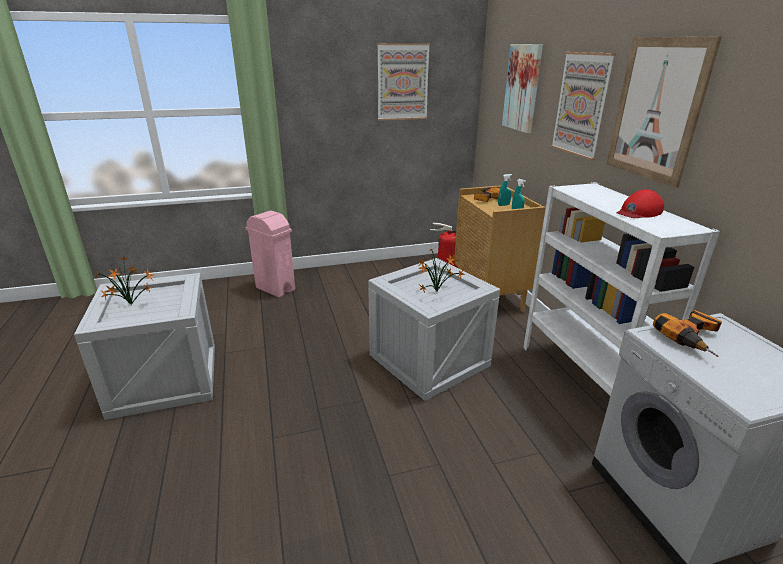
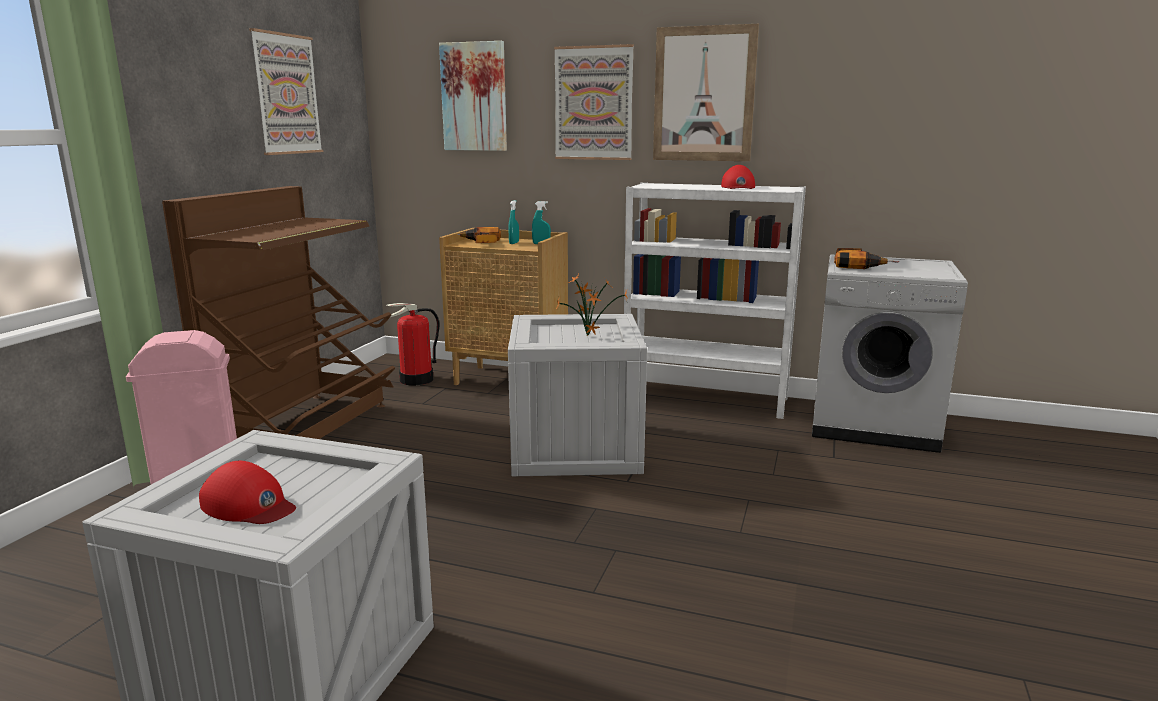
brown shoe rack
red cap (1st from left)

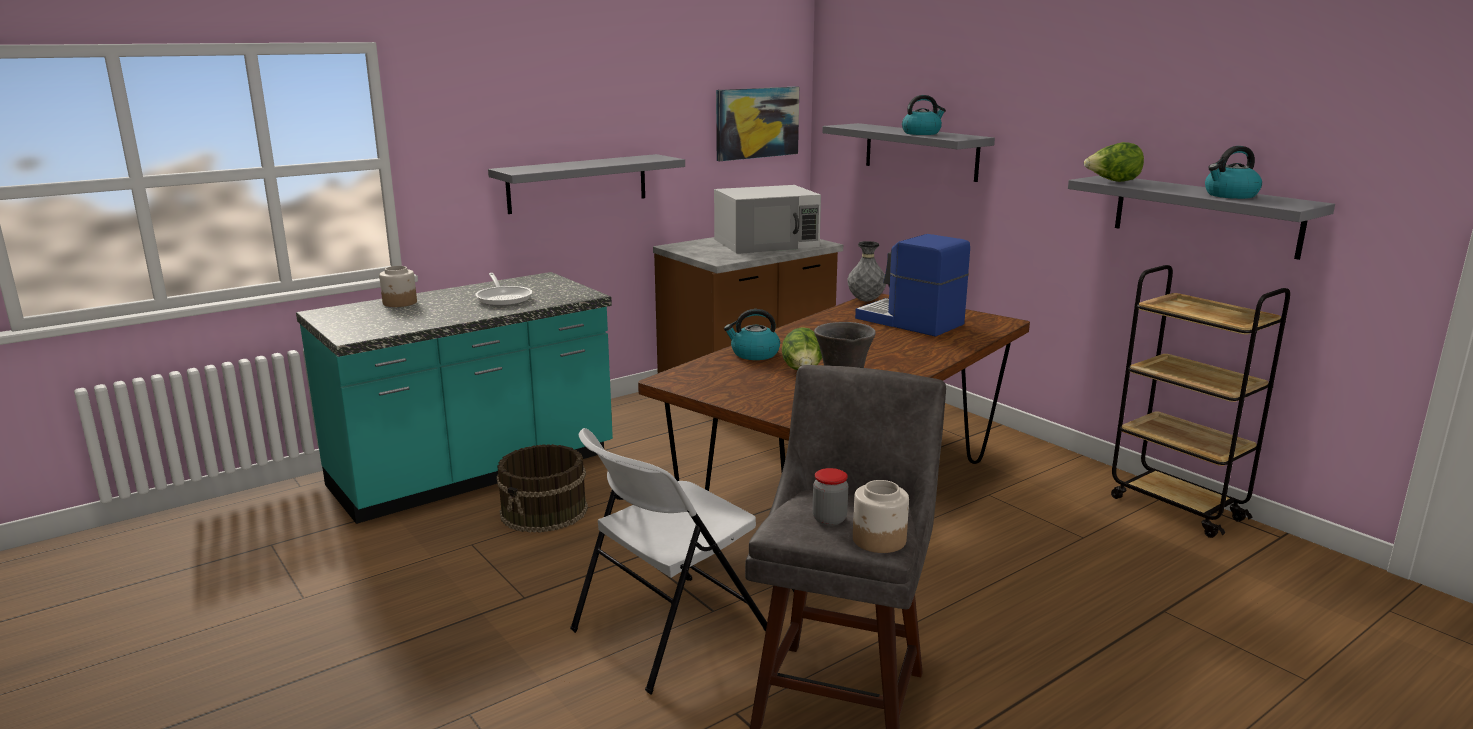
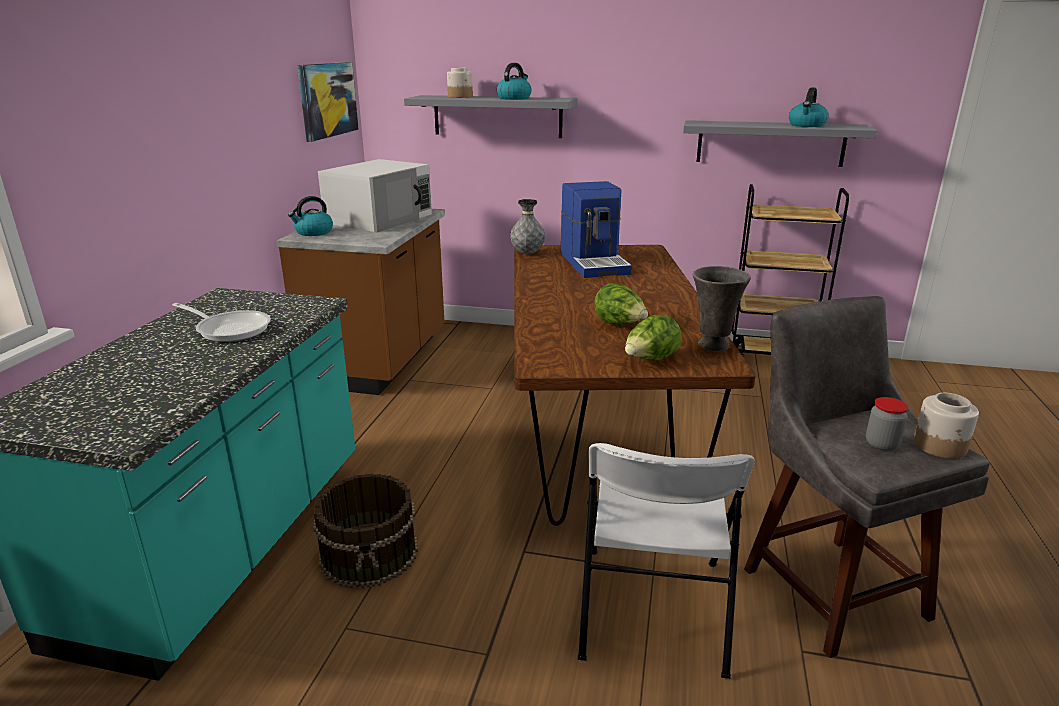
grey shelf (1st from left in the first image)
jar (1st from left)
kettle (1st from left)
lettuce (2nd from left)
coffee machine

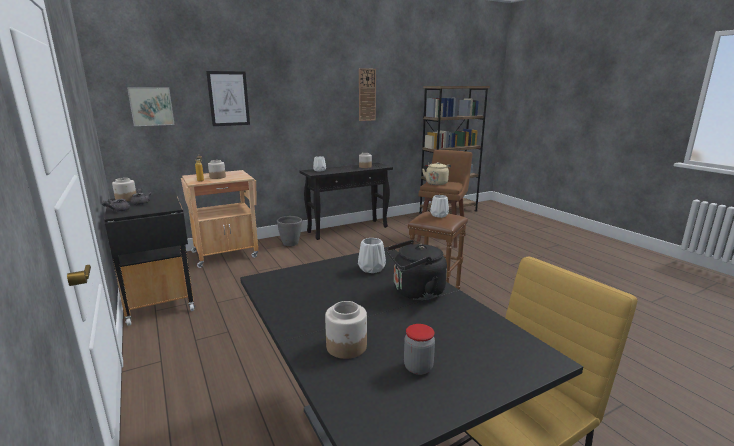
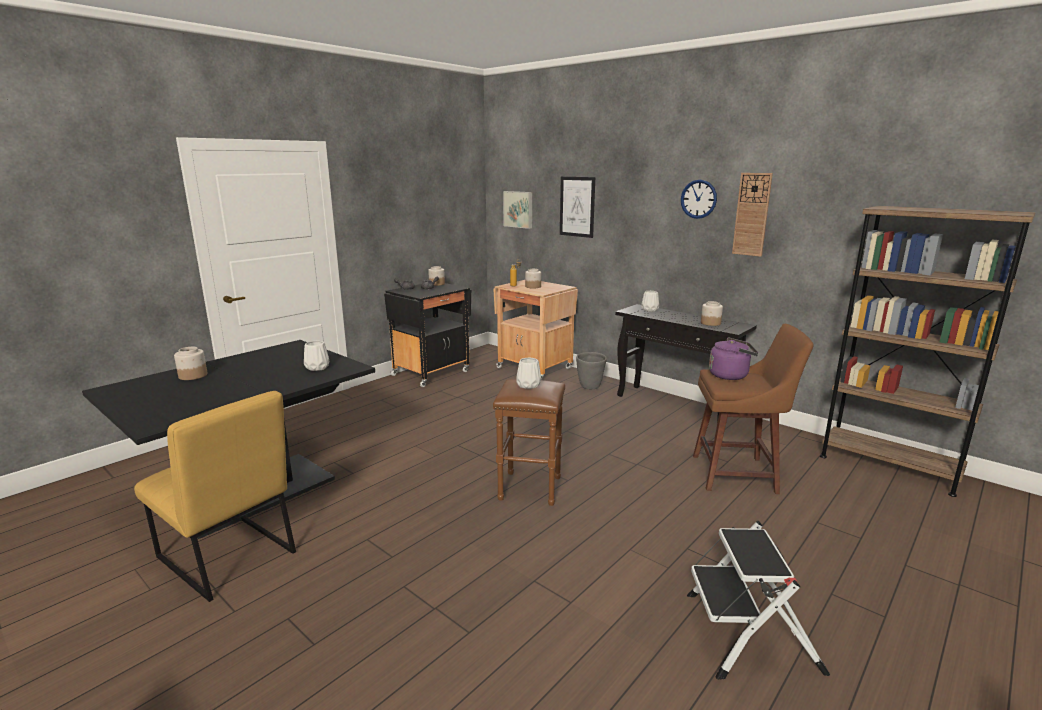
black kettle
jar (5th from left in the first image)
wall clock (1st from left)
step ladder
purple kettle

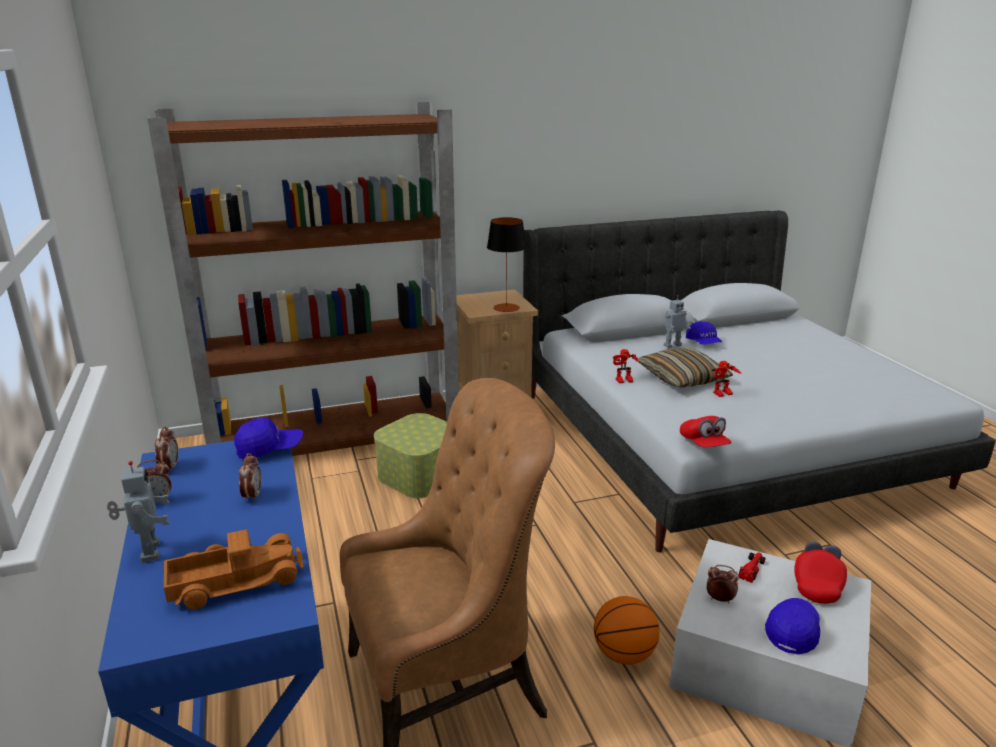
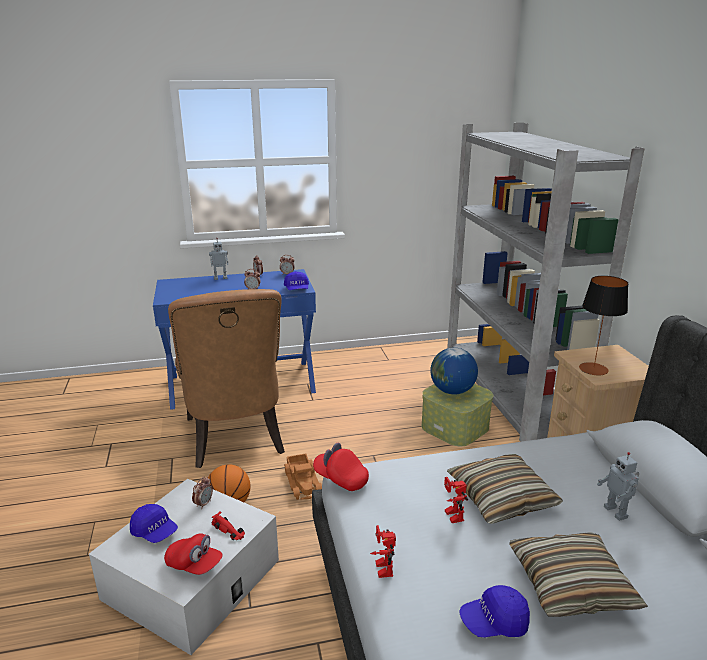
globe
pillow (2nd from left)
toy truck
toy robot (2nd from left)
blue cap (3rd from left)
grey bookcase
red cap (2nd from left)

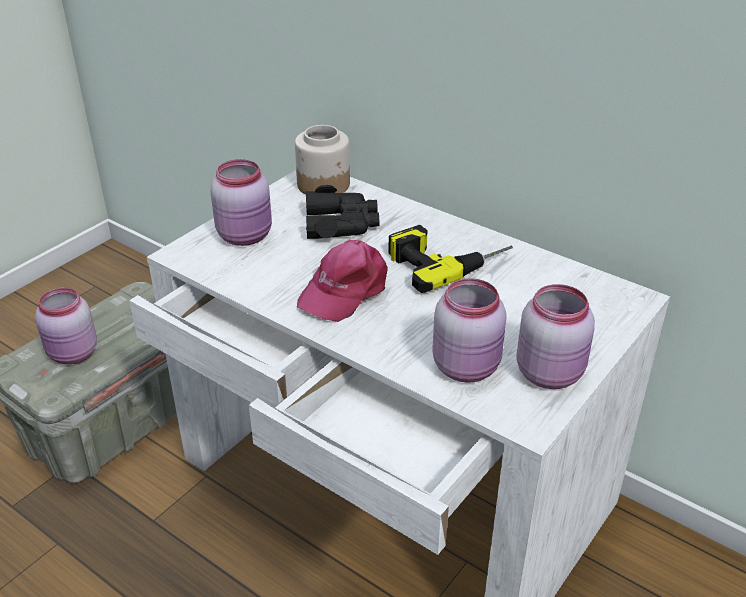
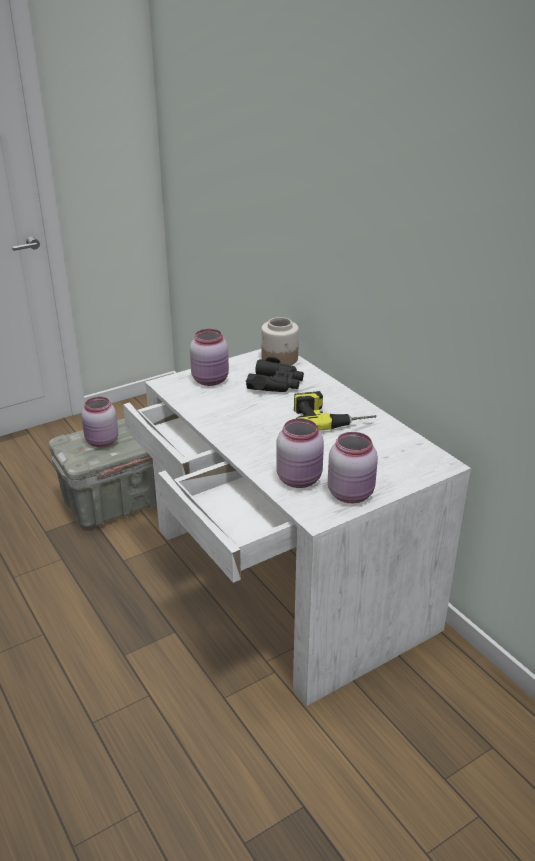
pink cap

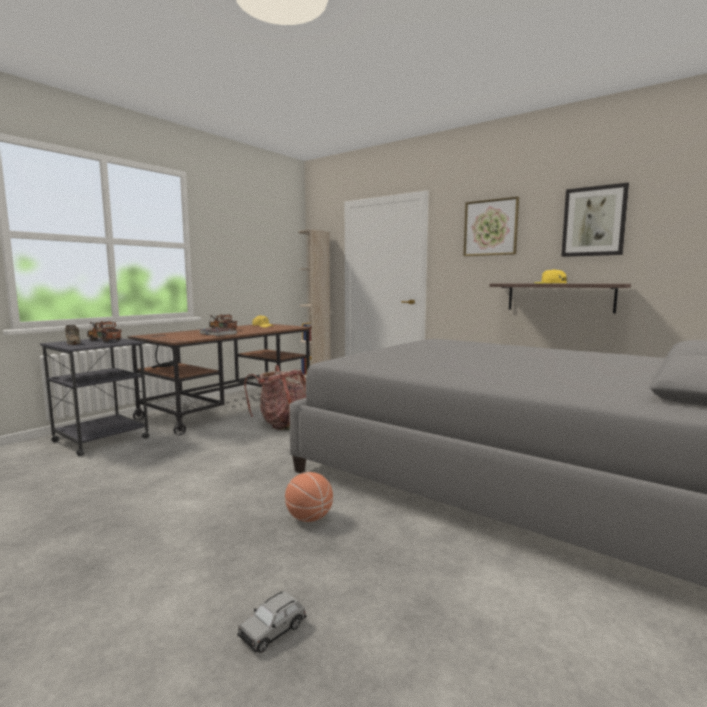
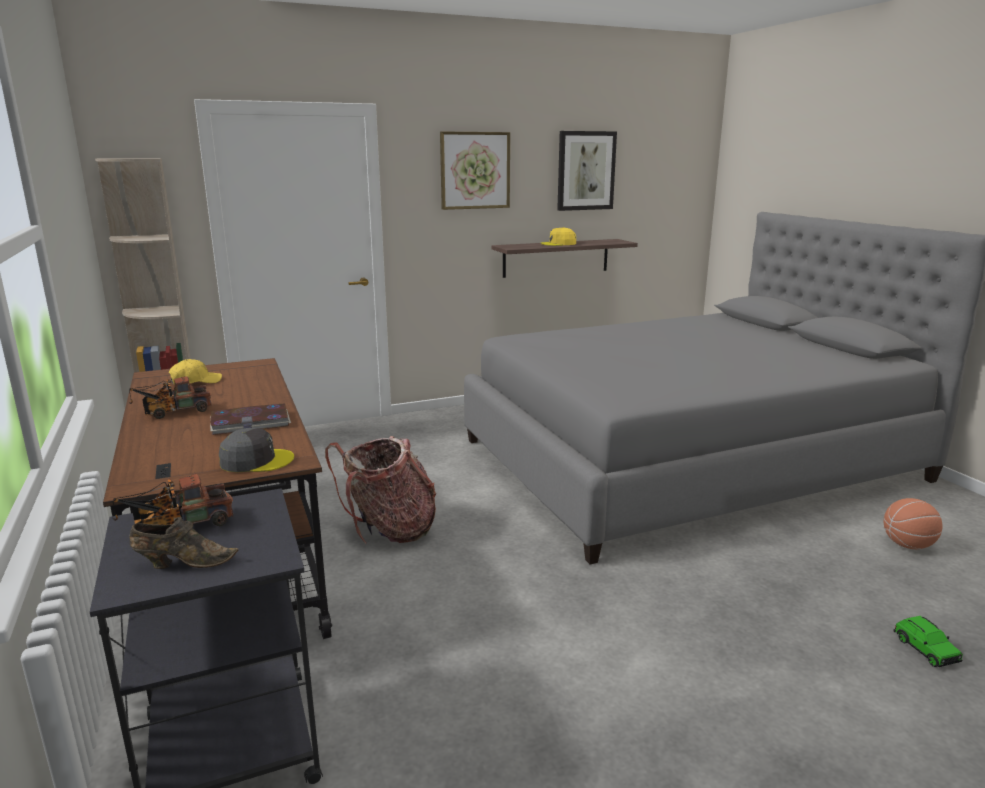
grey cap
basketball
green toy car

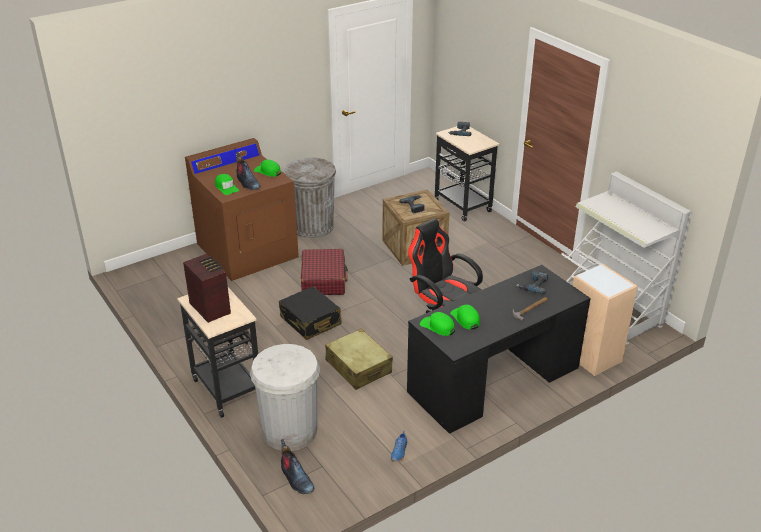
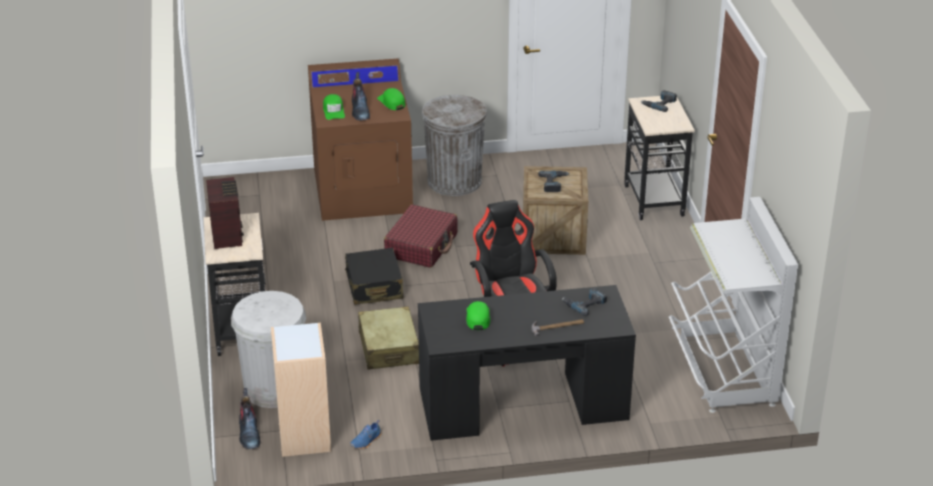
green cap (3rd from left in the first image)
bookcase

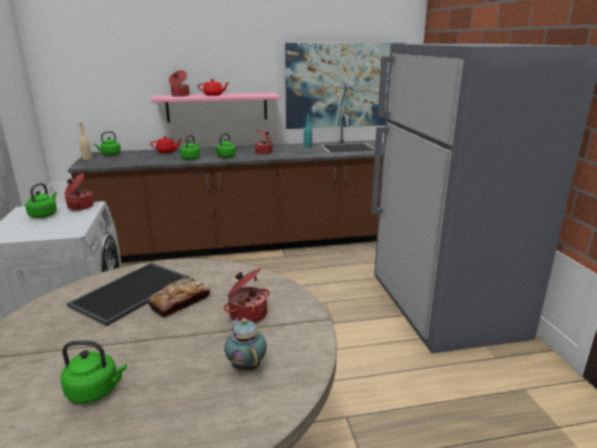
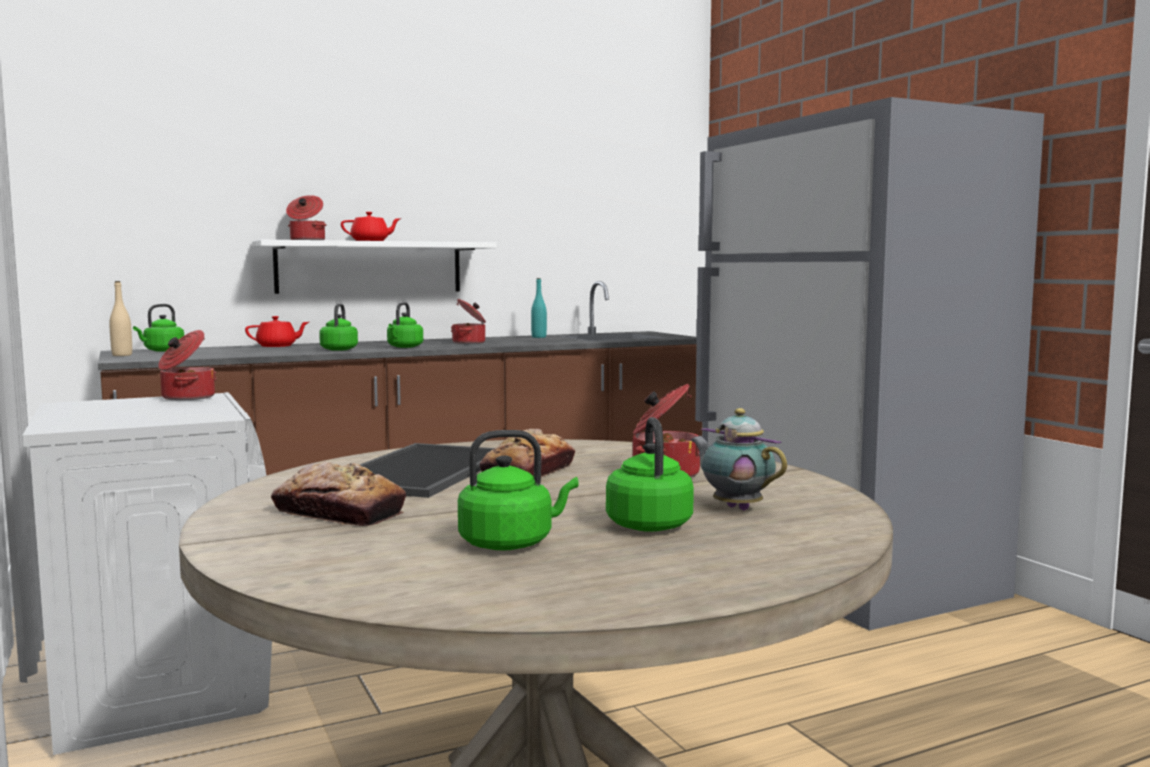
picture
bread (1st from left)
green kettle (5th from left)
white shelf

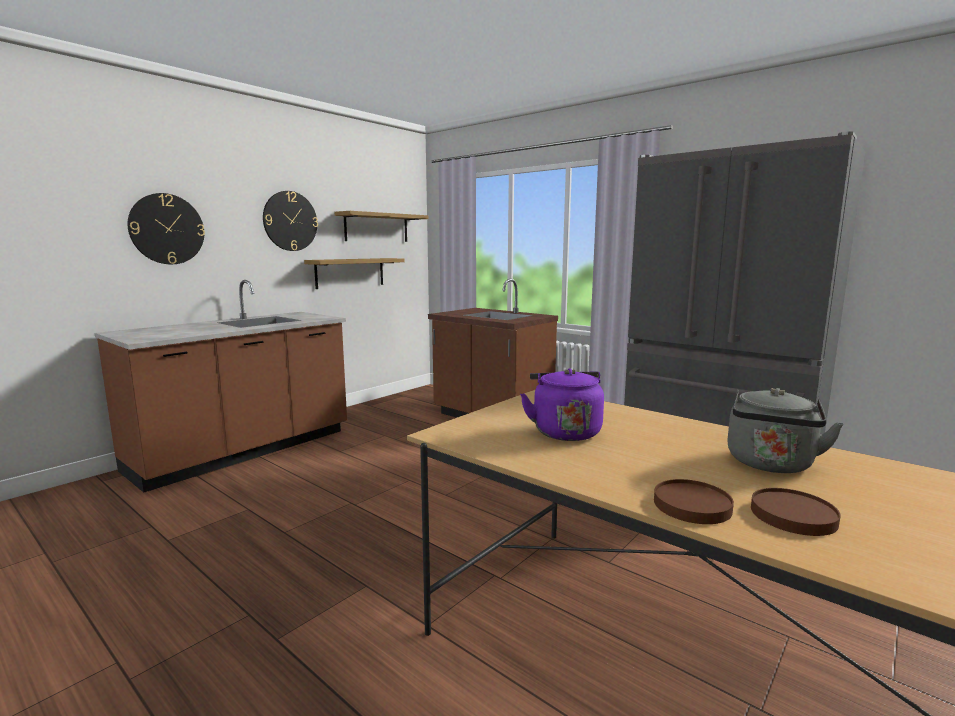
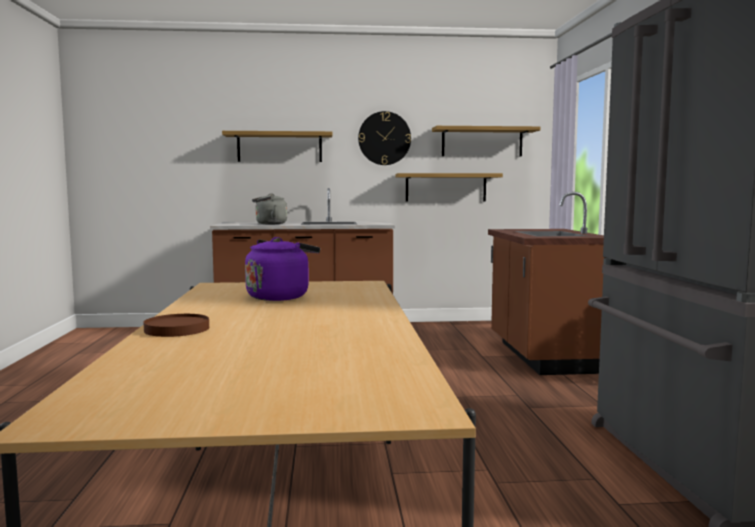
brown plate (2nd from left in the first image)
grey kettle
shelf (1st from left)

